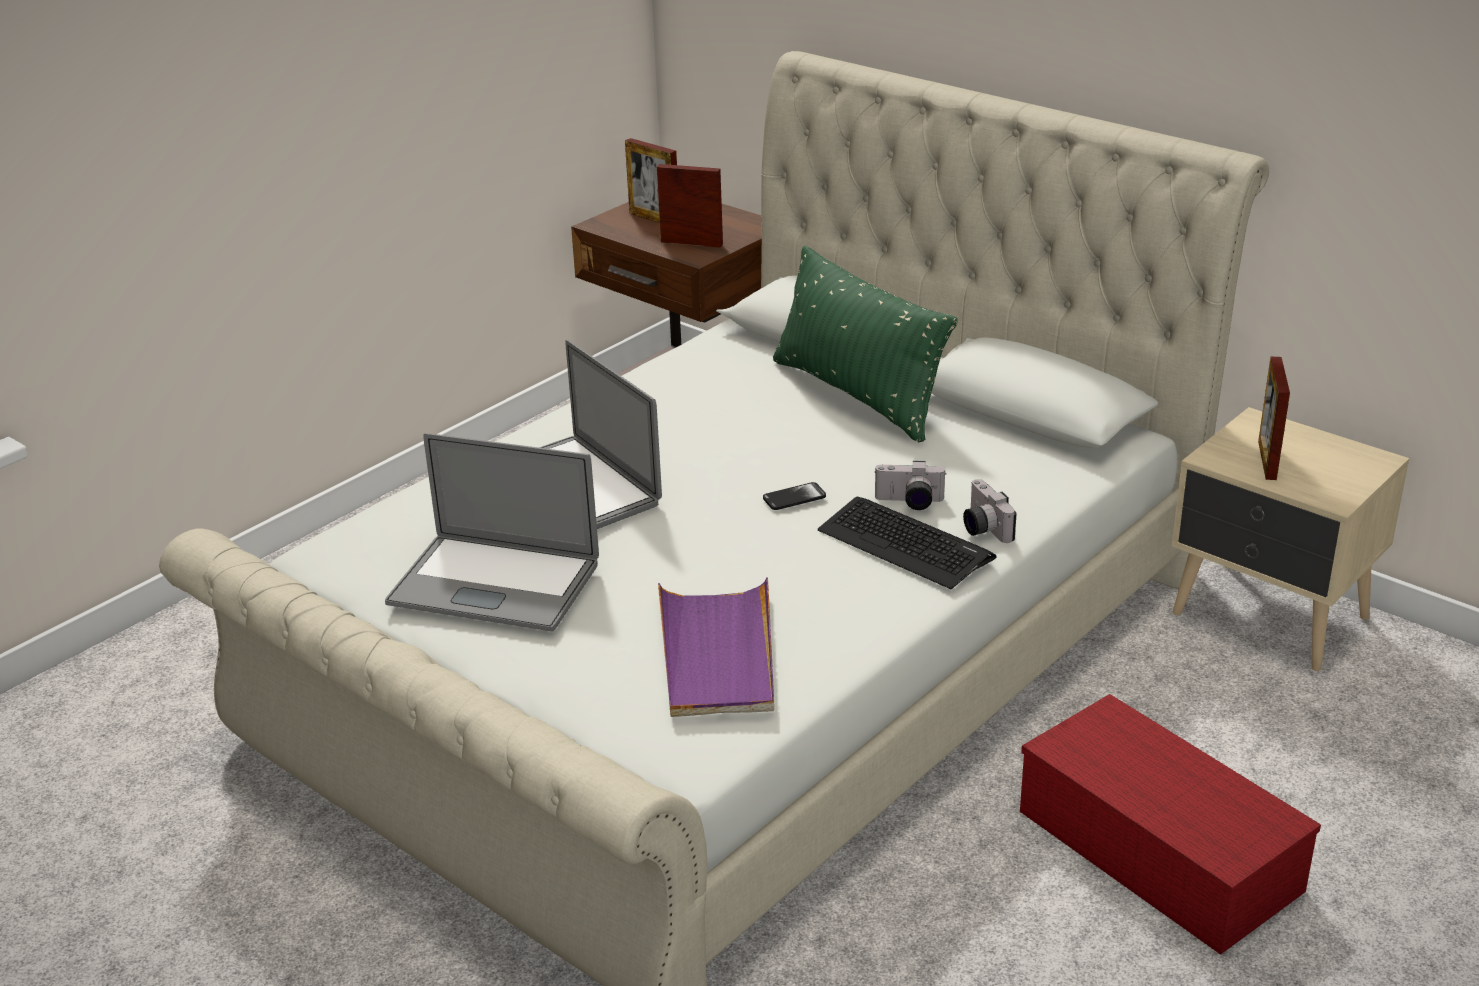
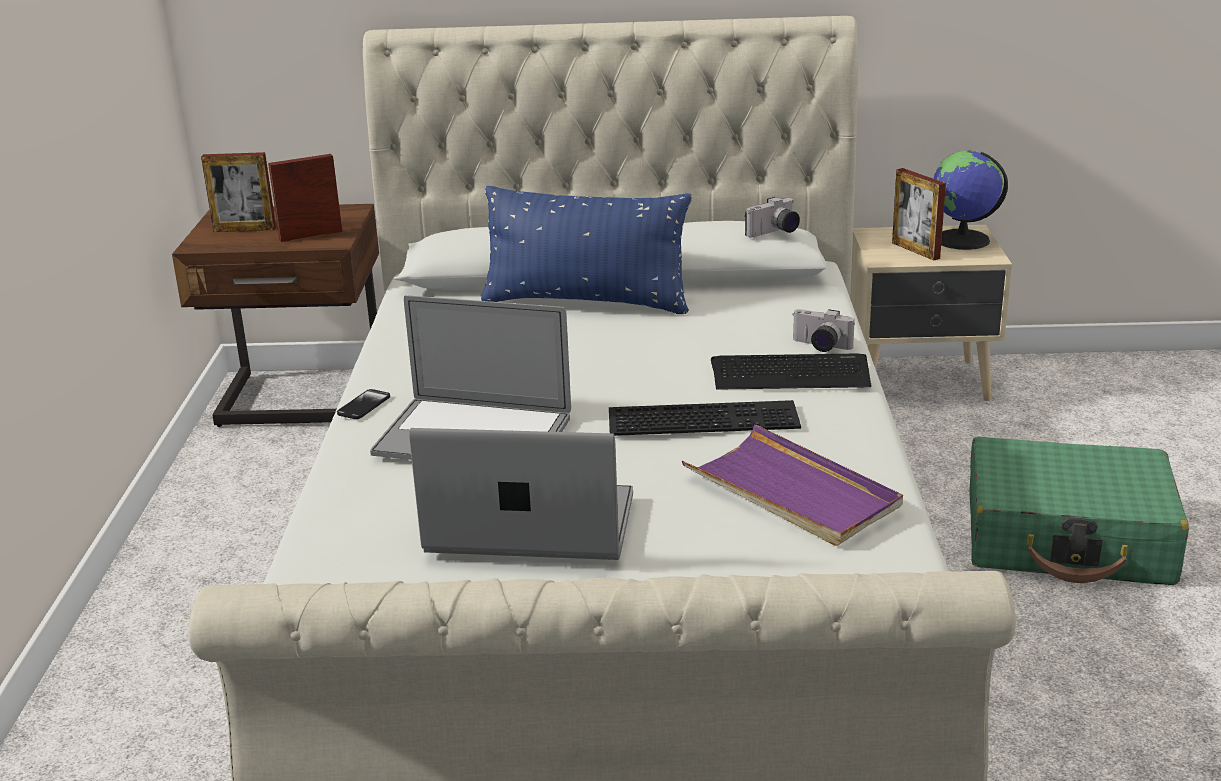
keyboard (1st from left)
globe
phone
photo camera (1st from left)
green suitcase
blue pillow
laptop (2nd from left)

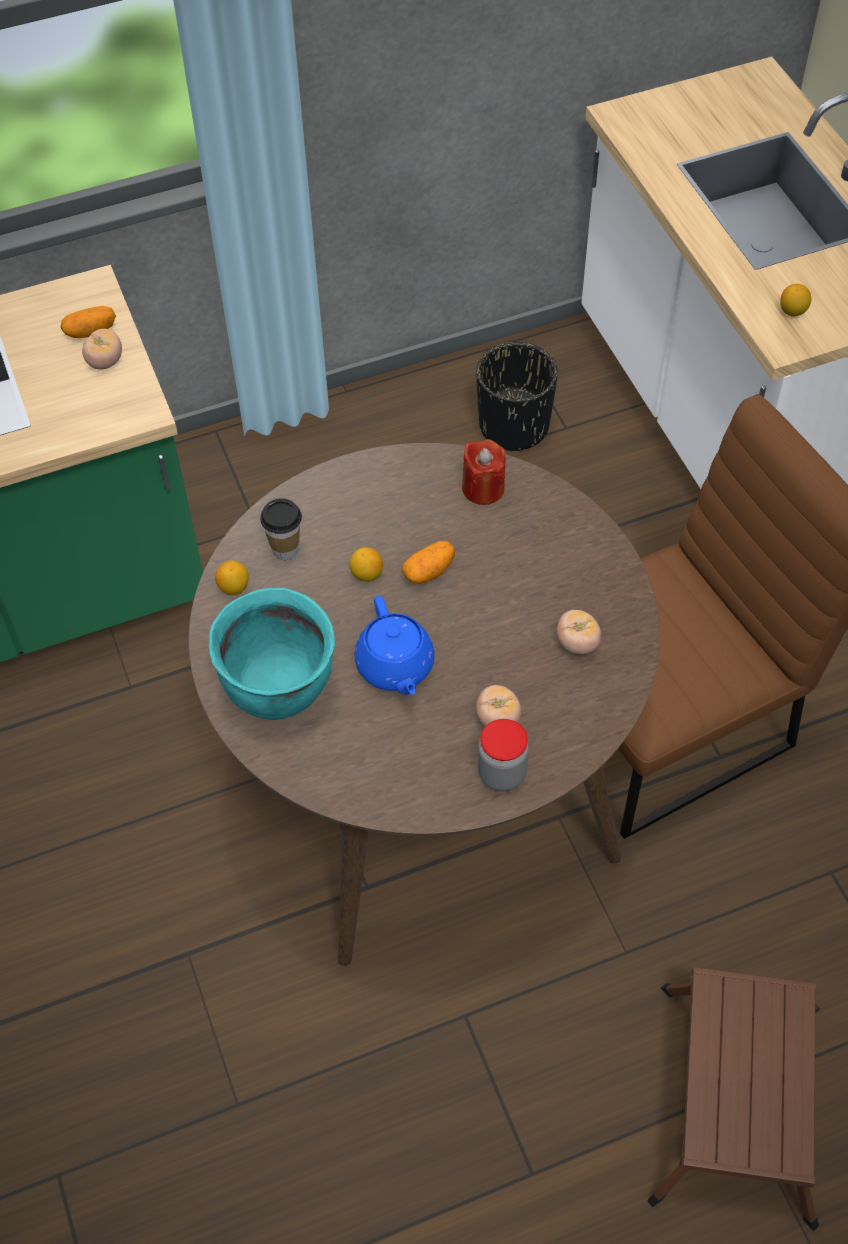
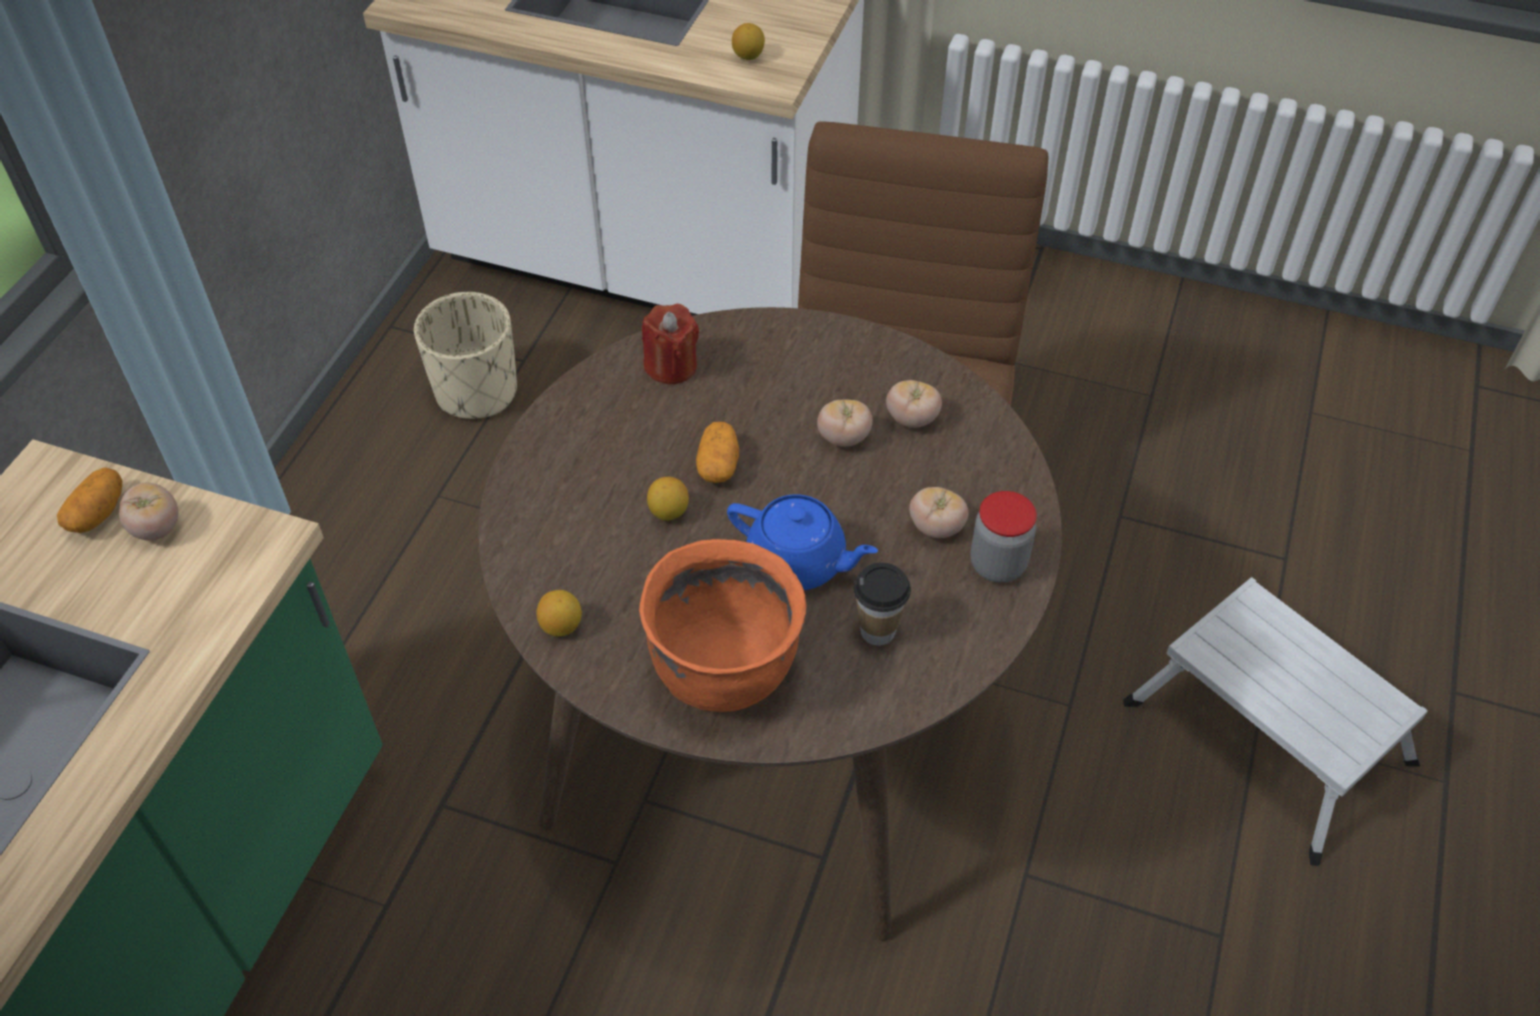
tomato (2nd from left)
cup
orange cooking pot
beige planter
white step ladder

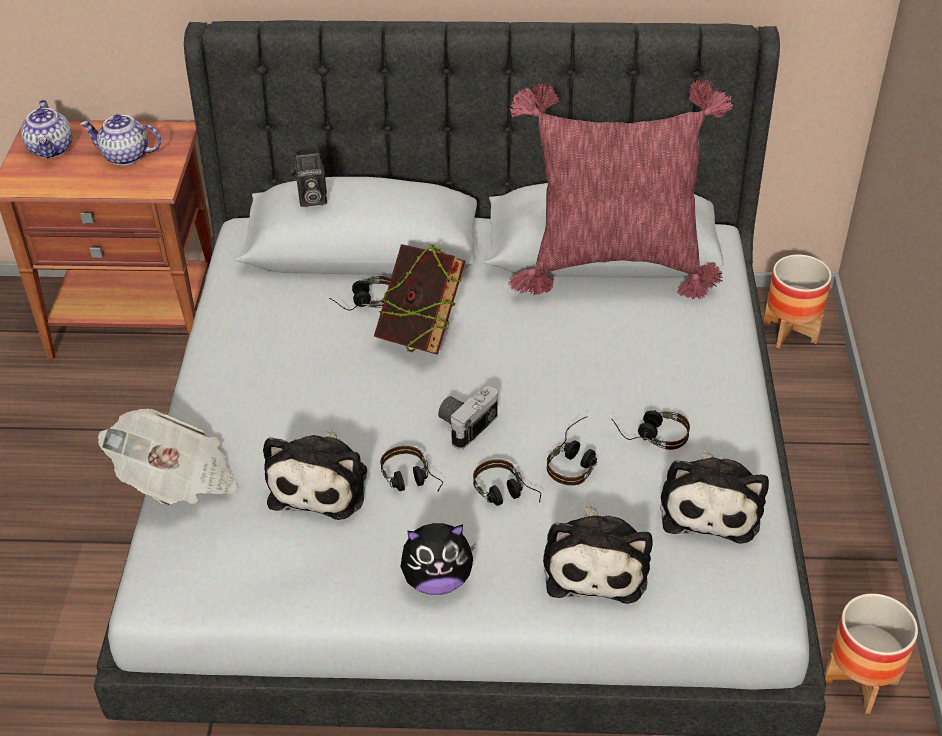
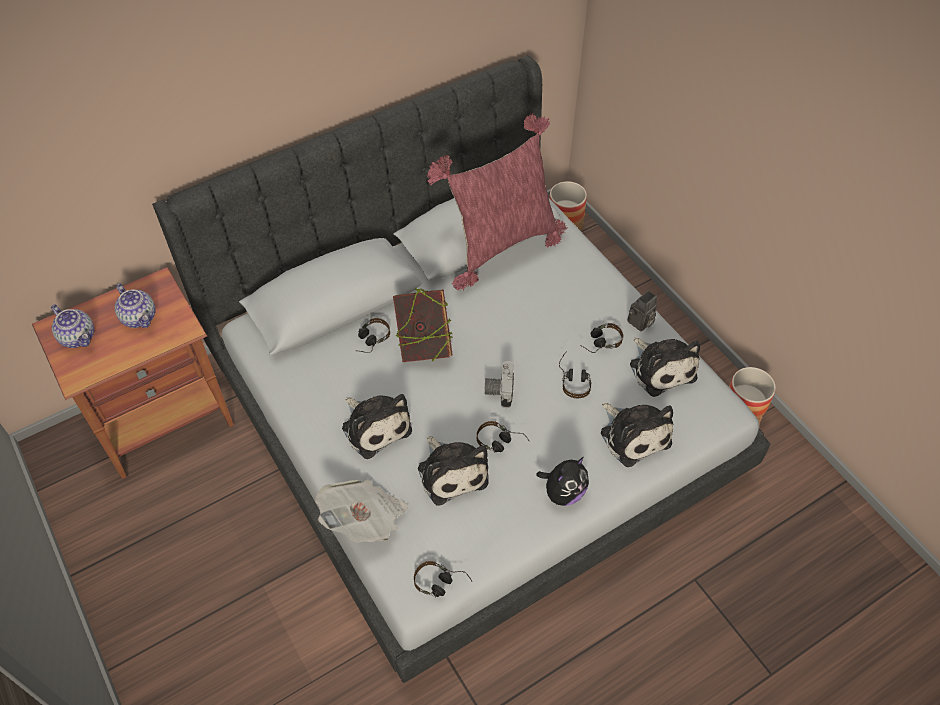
plush toy (1st from left)
photo camera (2nd from left)
headphones (2nd from left)
teapot (2nd from left)

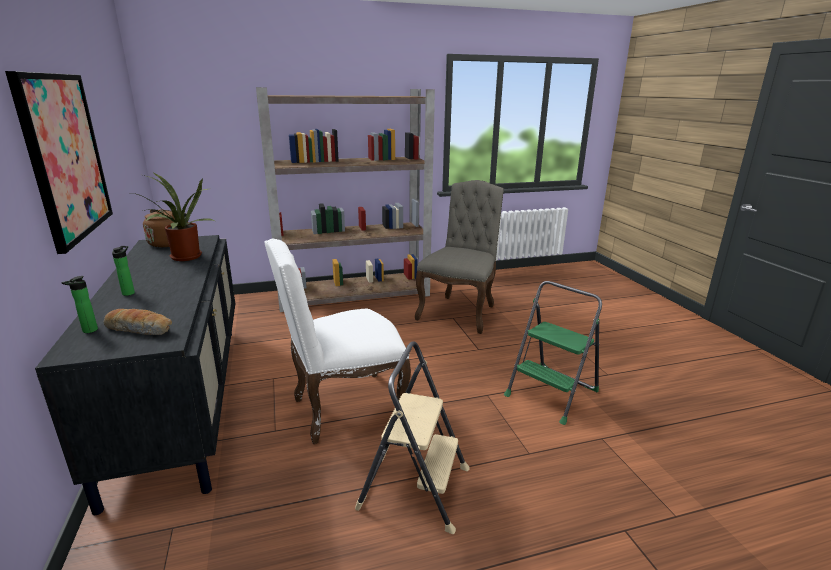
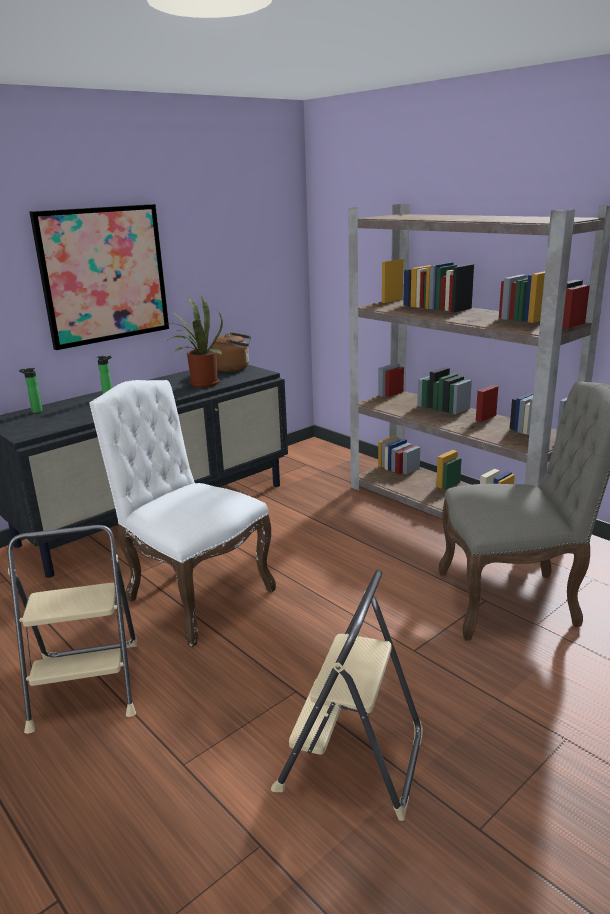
bread
beige step ladder (2nd from left)

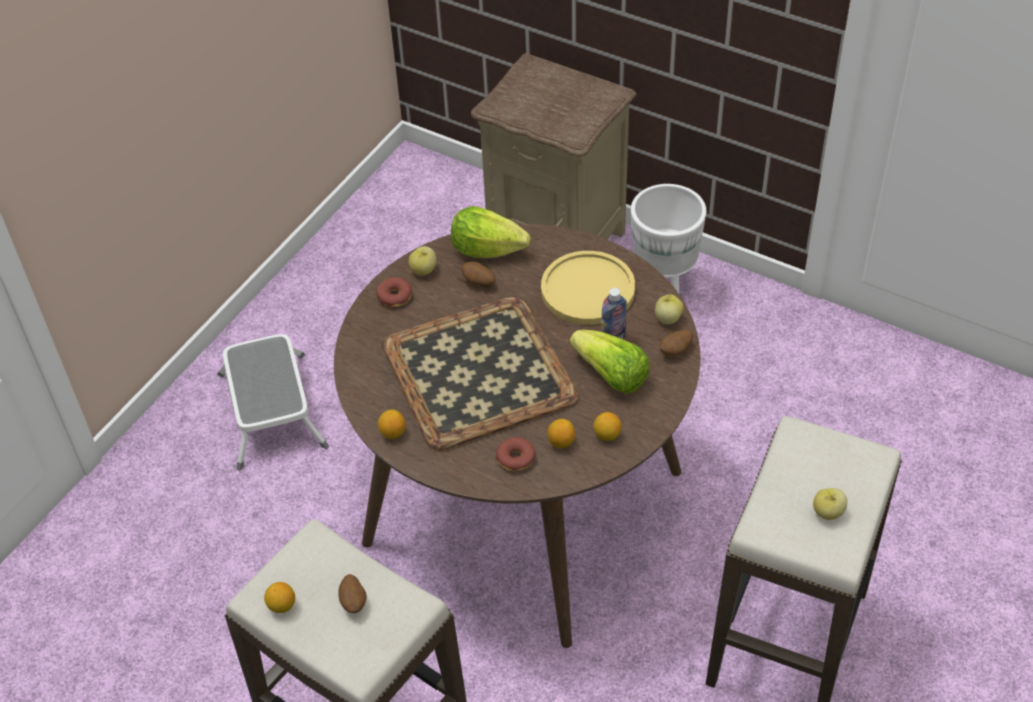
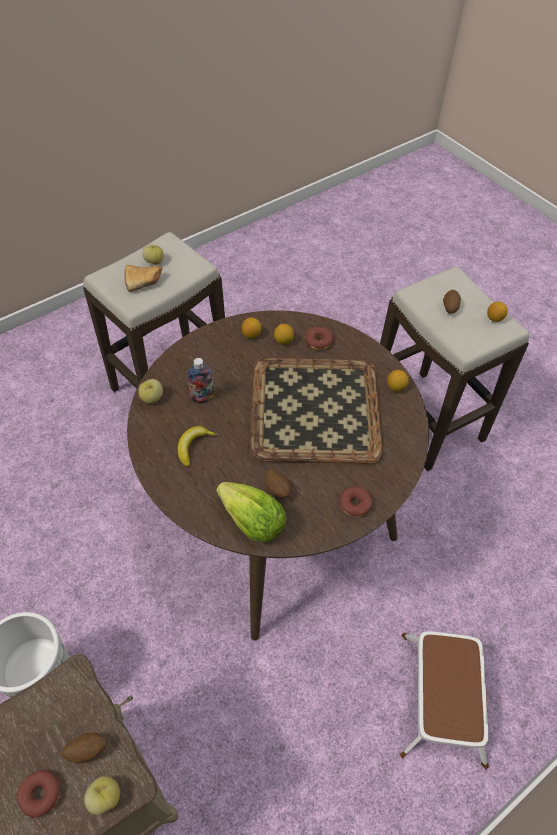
lettuce (2nd from left in the first image)
donut (1st from left)
bread
apple (1st from left)
potato (1st from left)
banana
brown step ladder

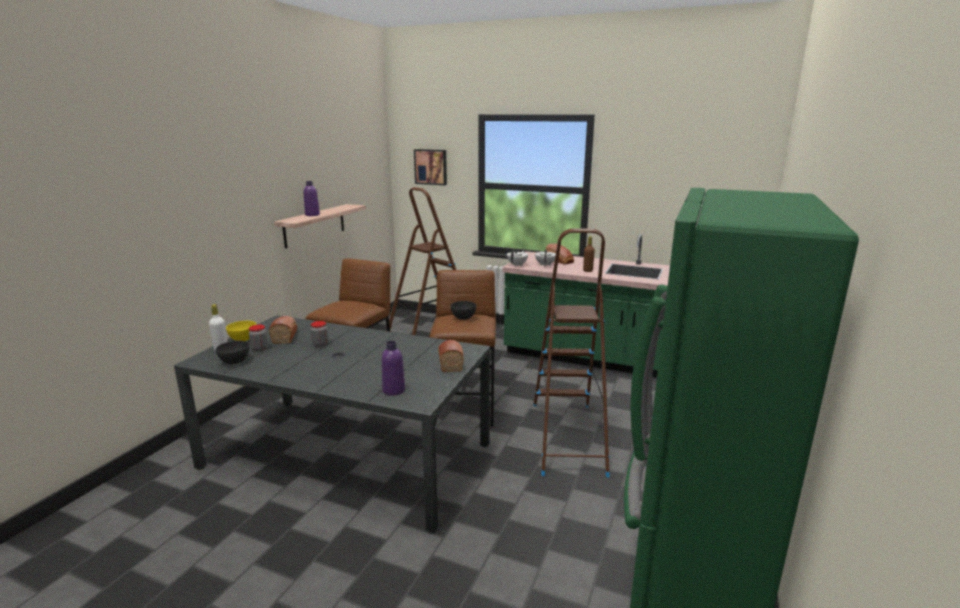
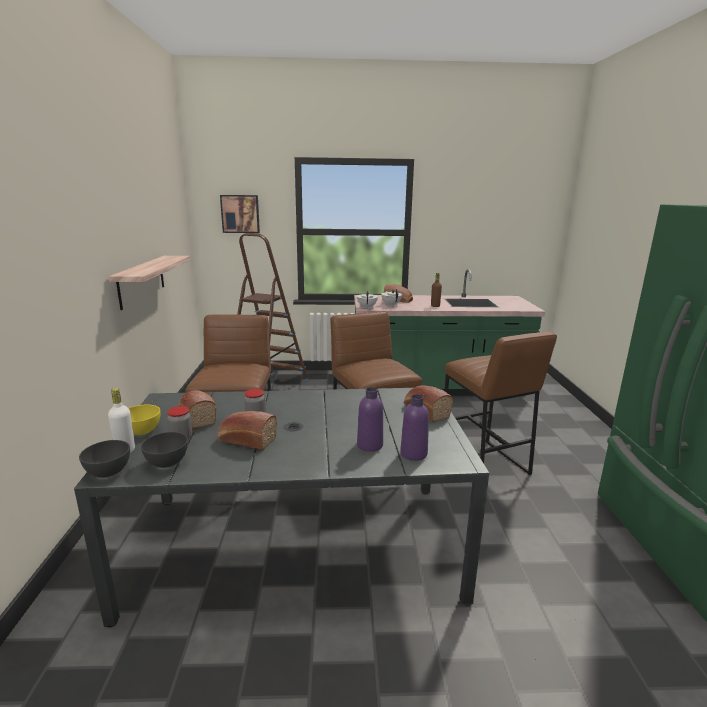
bread (2nd from left)
purple bottle (1st from left)
grey bowl (1st from left)
brown stool (3rd from left)

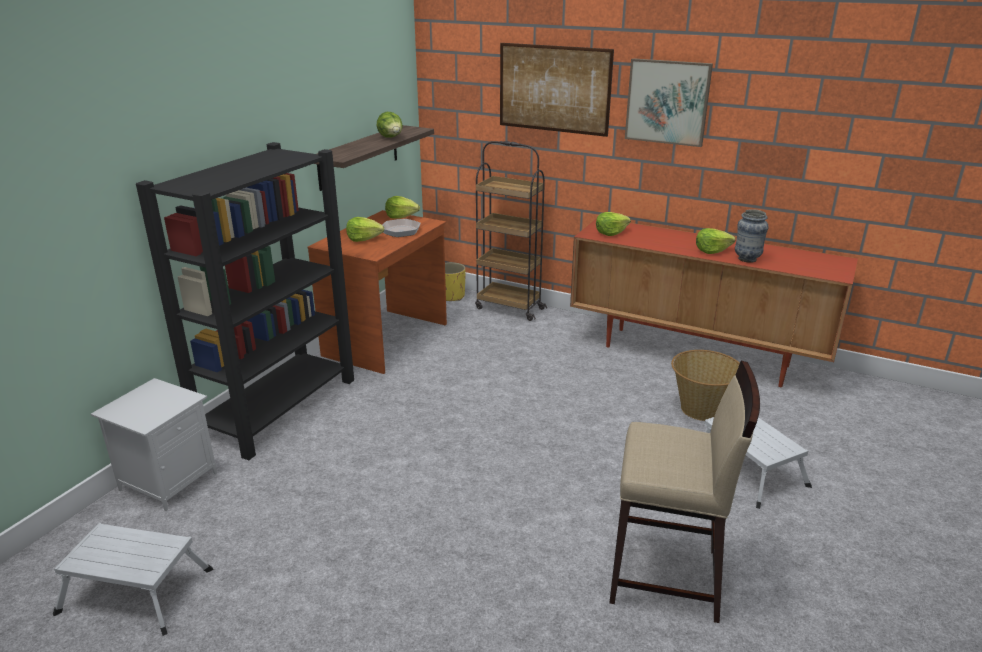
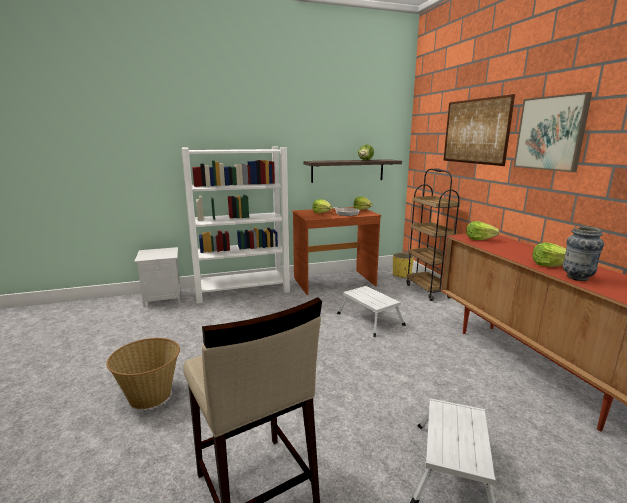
white step ladder (1st from left)
basket
white bookcase

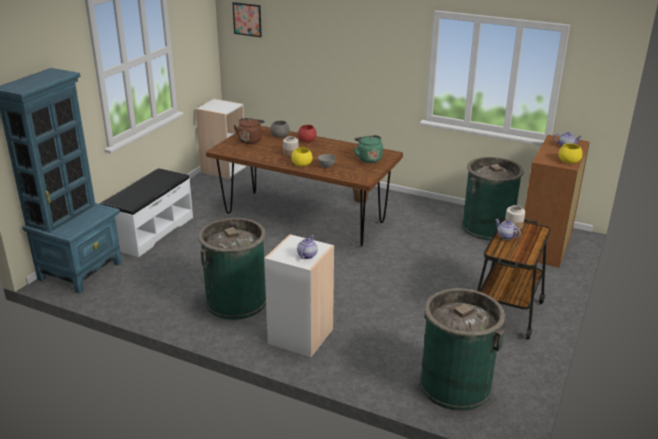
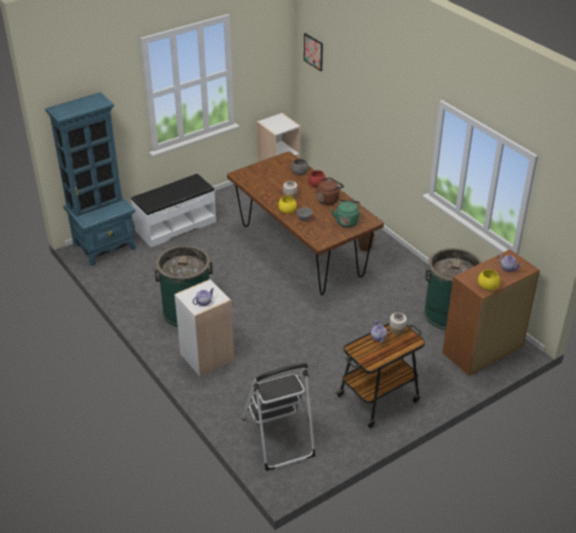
brown kettle
step ladder

